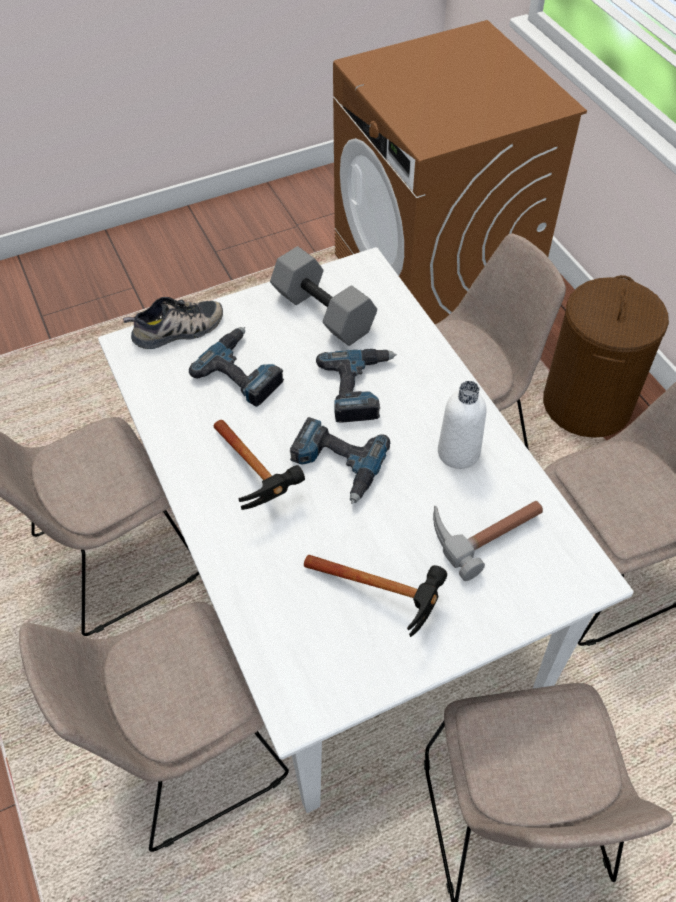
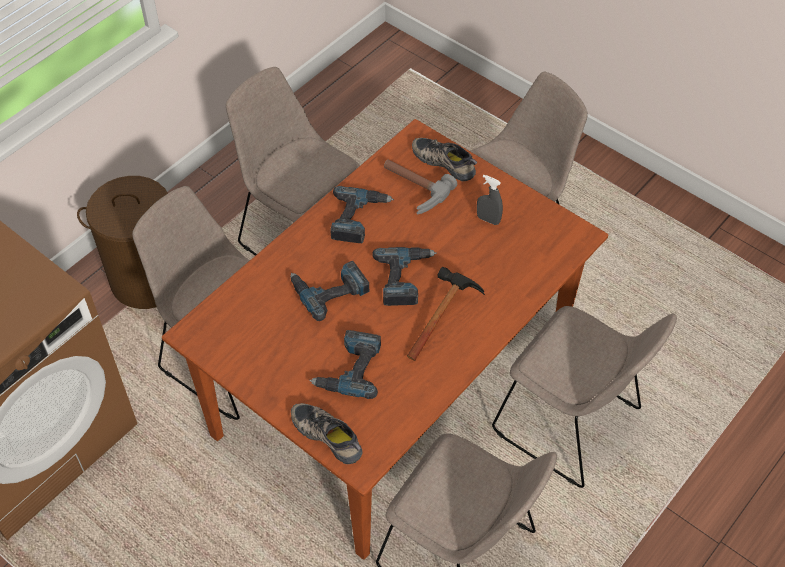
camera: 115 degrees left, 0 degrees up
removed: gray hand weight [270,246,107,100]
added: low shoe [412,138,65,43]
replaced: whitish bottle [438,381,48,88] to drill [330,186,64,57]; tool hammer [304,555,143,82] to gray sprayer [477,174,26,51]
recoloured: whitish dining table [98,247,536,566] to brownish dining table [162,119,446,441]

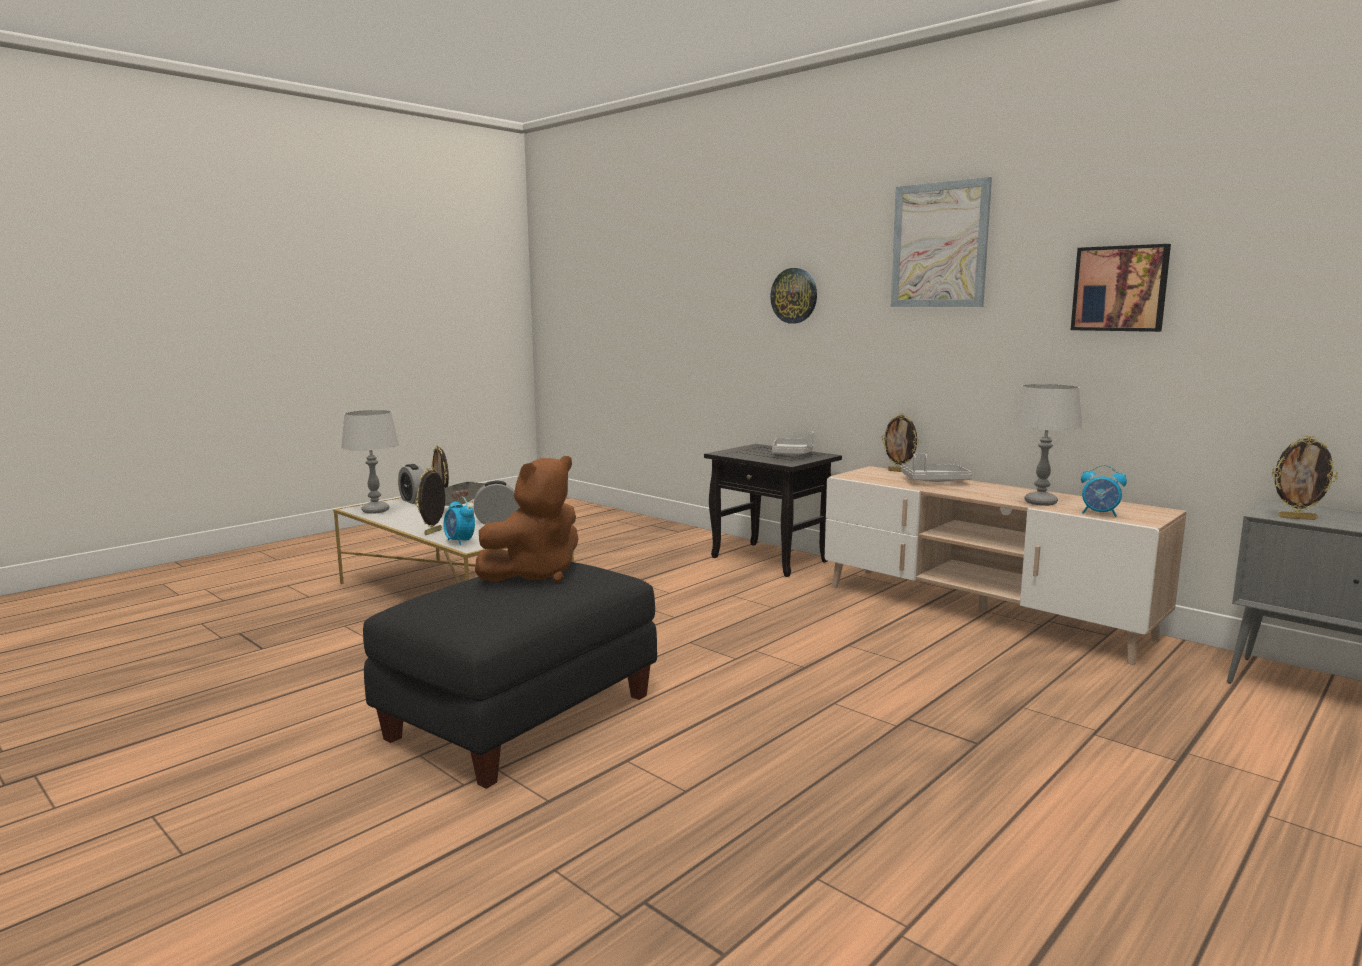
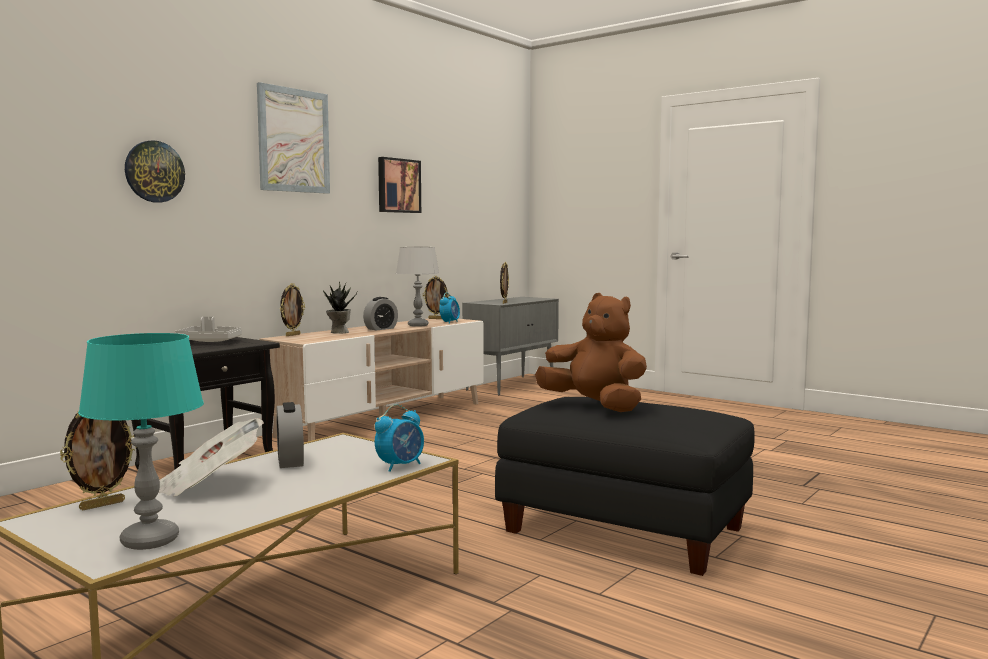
camera: 95 degrees left, 5 degrees down
moved: bedside clock [398,464,27,40] to [363,297,35,33]; standing frame [415,468,30,67] to [423,276,26,43]
replaced: gray serving tray [901,454,71,28] to houseplant [323,282,34,52]
recoloured: gray tabletop lamp [341,410,58,104] to turquoise-coloured tabletop lamp [78,333,126,217]

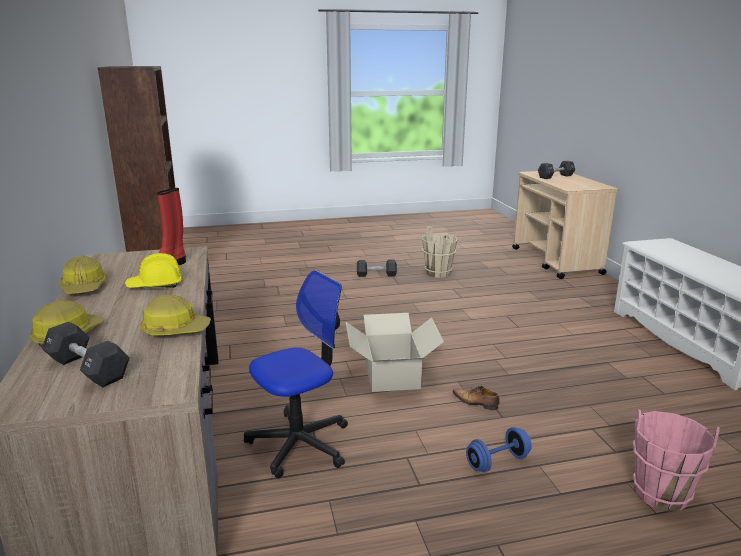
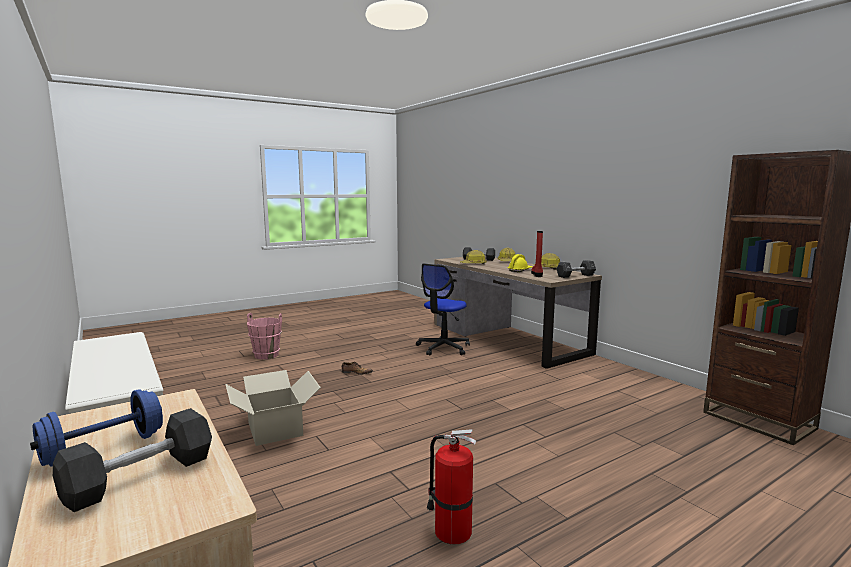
camera: 160 degrees right, 10 degrees down
moved: bluish hand weight [466,427,66,45] to [30,389,133,77]; packing box [346,313,98,79] to [225,370,96,76]; black hand weight [357,260,40,17] to [556,260,40,18]
replaced: sand-coloured bucket [422,226,36,52] to extinguisher [427,429,49,115]

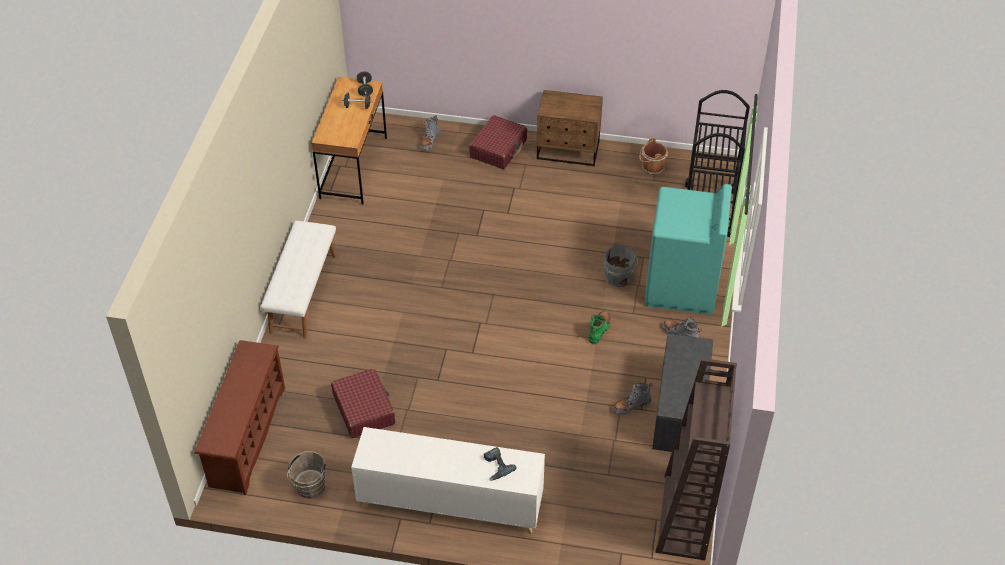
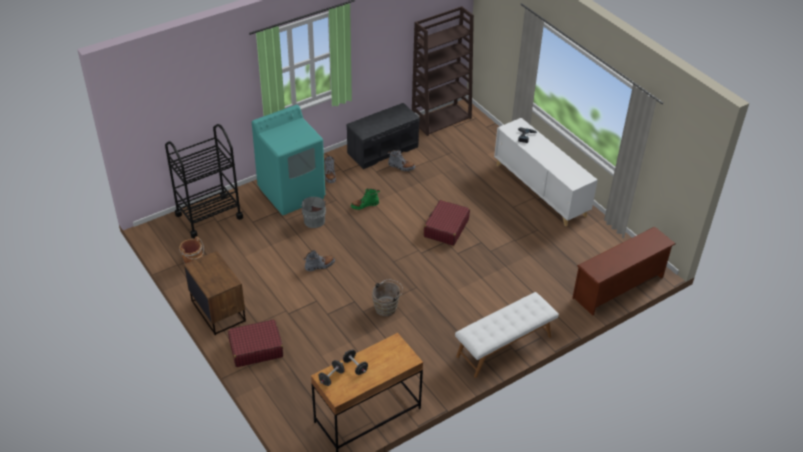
camera: 135 degrees left, 5 degrees down
moved: gray high-top boot [420,115,20,35] to [303,250,32,22]; brownish bucket [285,451,42,48] to [372,280,31,36]; red travel case [331,368,64,70] to [424,200,46,46]

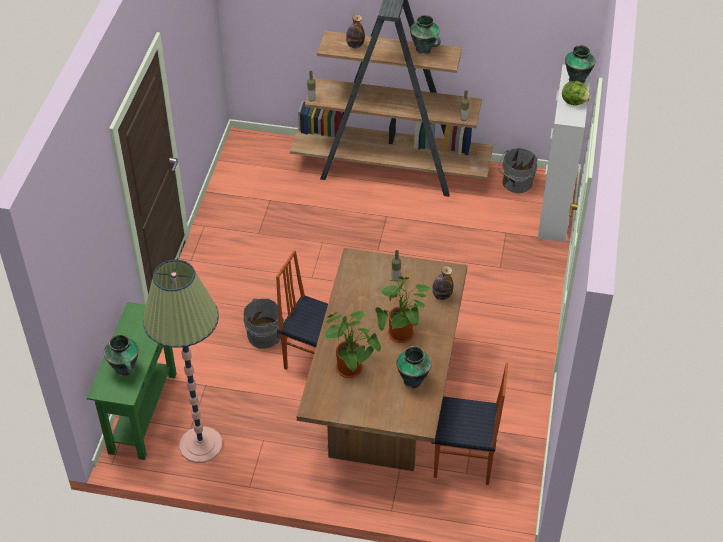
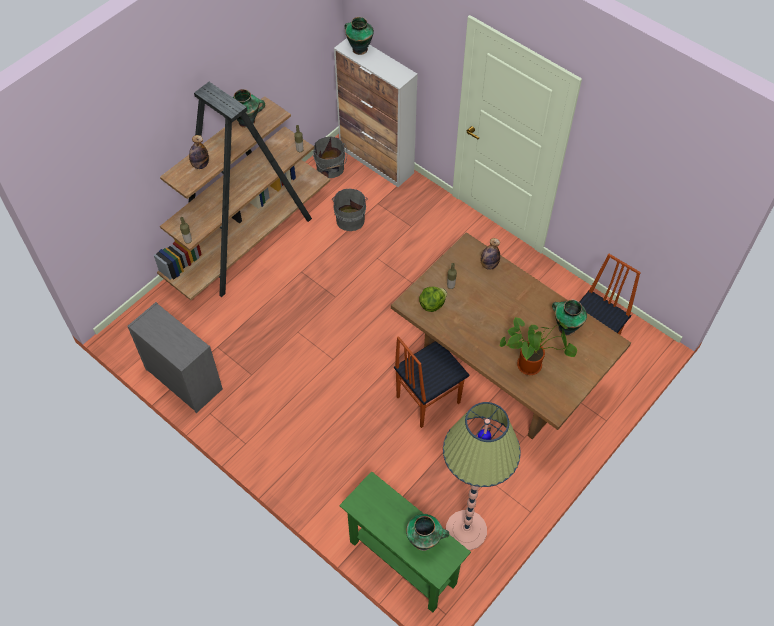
camera: 60 degrees left, 10 degrees up
removed: houseplant [375,277,56,66]
added: gray dresser [127,302,96,111]
moved: gray bucket [243,298,41,51] to [332,189,36,42]; lettuce [562,81,29,24] to [419,286,28,26]

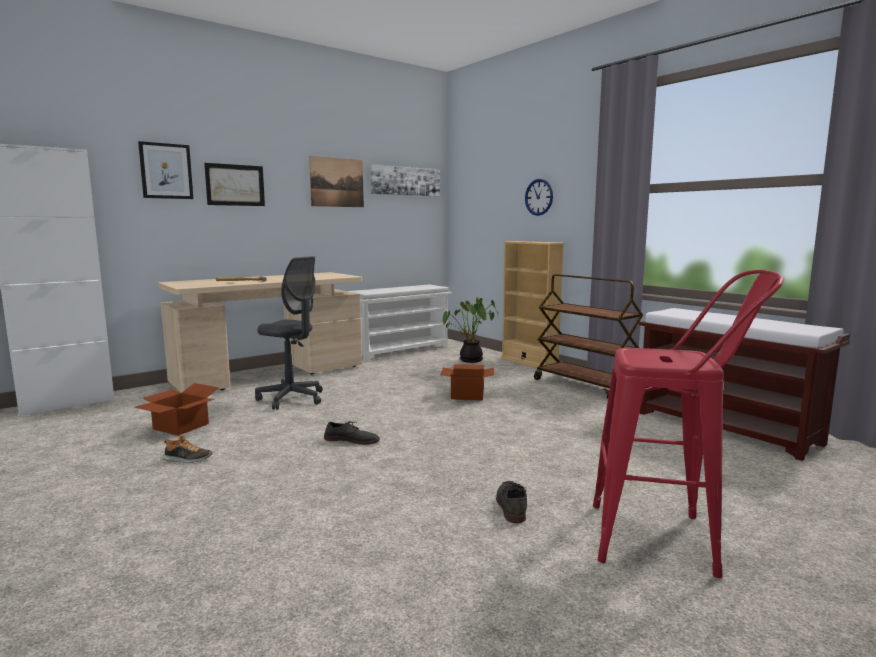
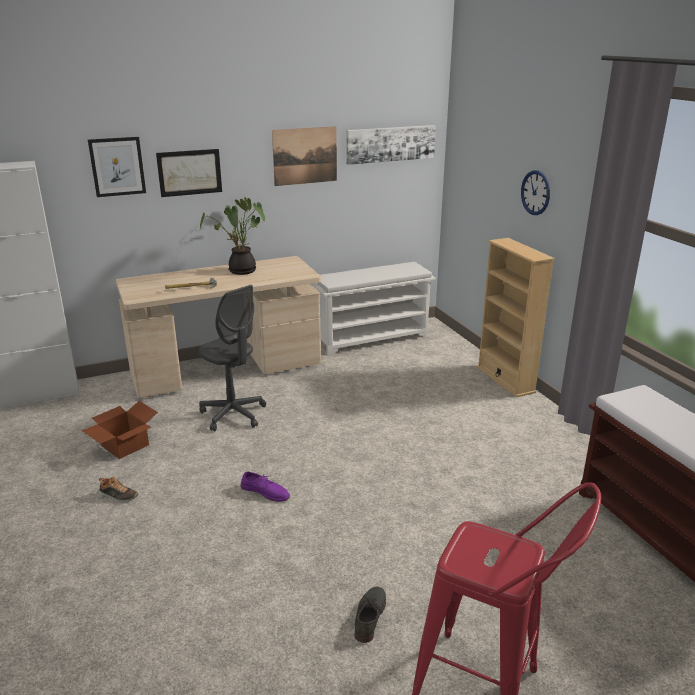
camera: 15 degrees right, 15 degrees up
removed: packing box [440,364,54,36]; brownish trolley [534,274,109,125]
moved: houseplant [443,297,55,66] to [200,197,65,78]
recoloured: gray low shoe [324,421,56,24] to purple-coloured low shoe [241,471,49,31]

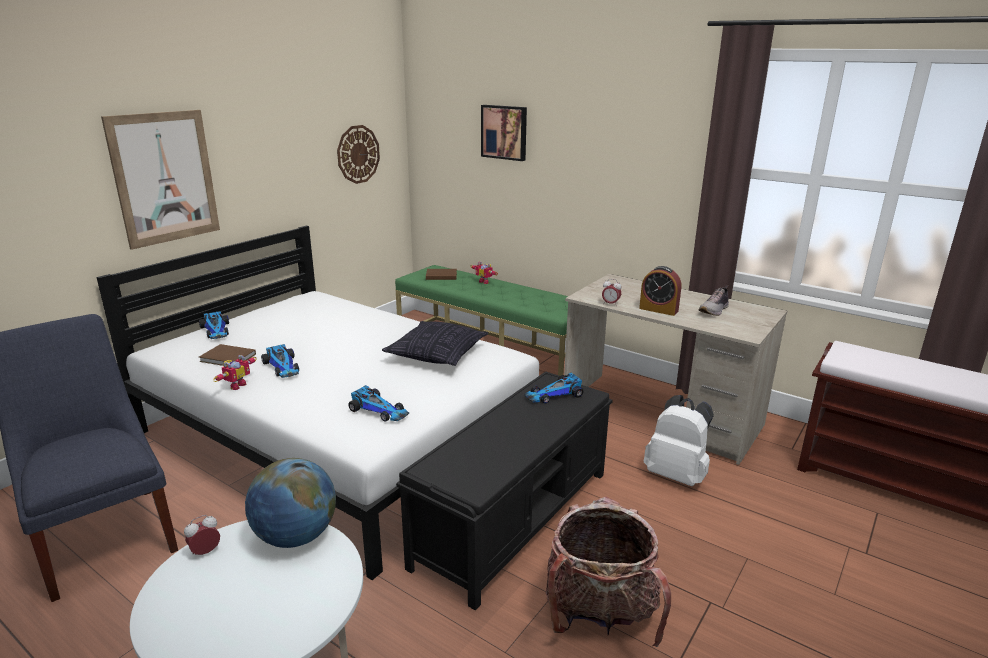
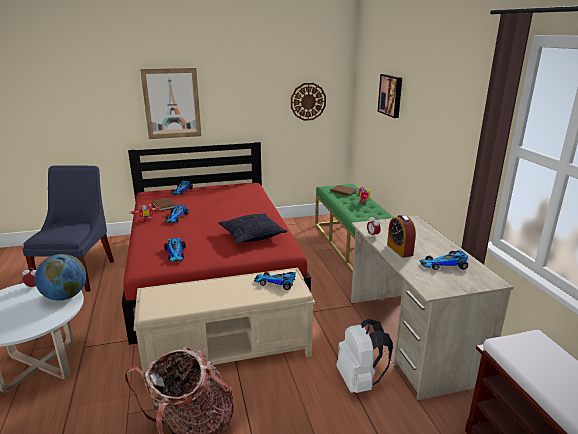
camera: 40 degrees right, 0 degrees up
replaced: low shoe [699,285,30,31] to miniature car [420,250,48,20]
recoloured: whitish sleeping bed [97,225,442,355] to red sleeping bed [122,142,189,203]; black long seat [396,371,217,239] to sand-coloured long seat [133,268,182,104]

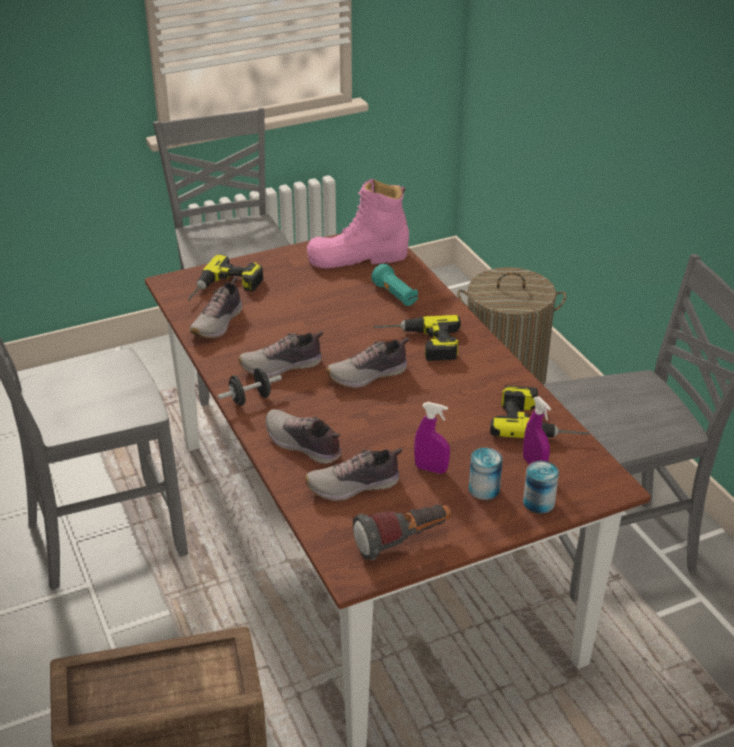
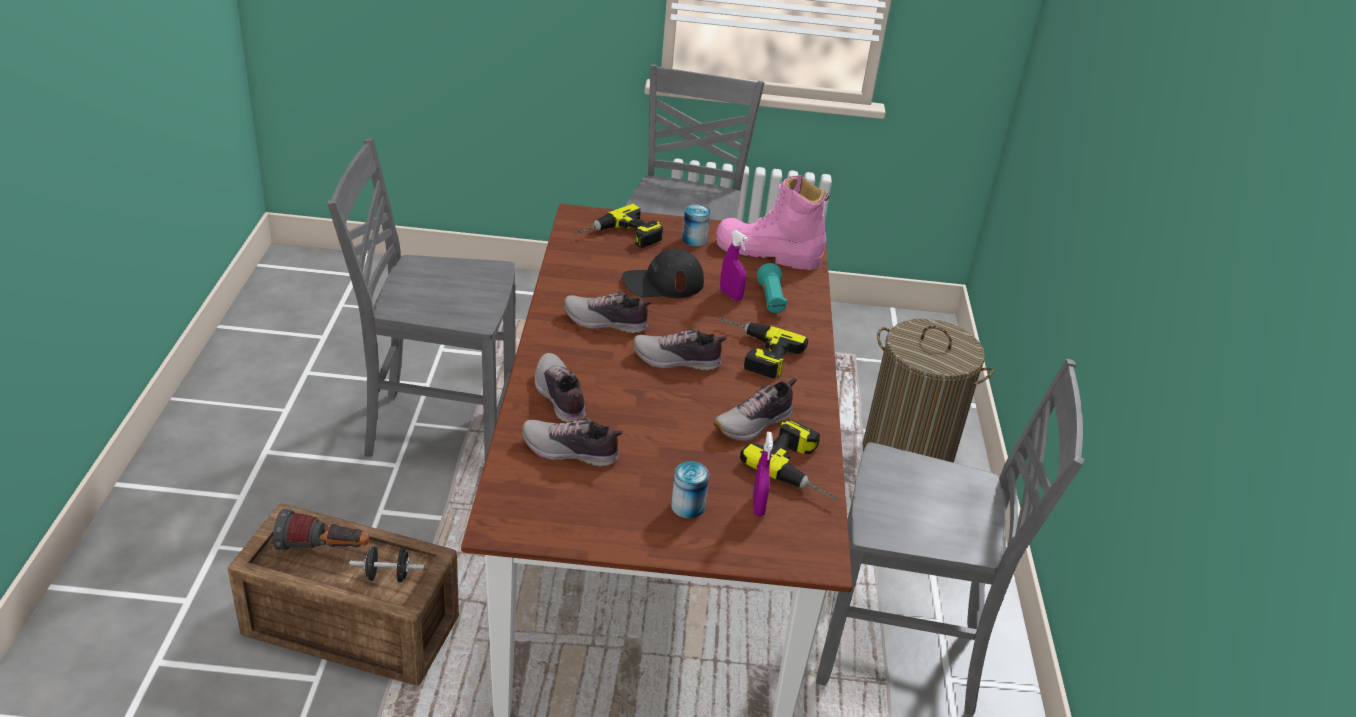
camera: 25 degrees right, 0 degrees up
added: black peaked cap [622,249,82,49]
moved: hand torch [353,505,99,56] to [273,508,96,44]; black hand weight [218,368,64,38] to [349,547,75,35]; sealed can [523,461,36,53] to [682,204,28,43]; low shoe [190,277,52,61] to [713,378,84,63]; purple-coloured sprayer [414,402,36,72] to [720,230,29,71]

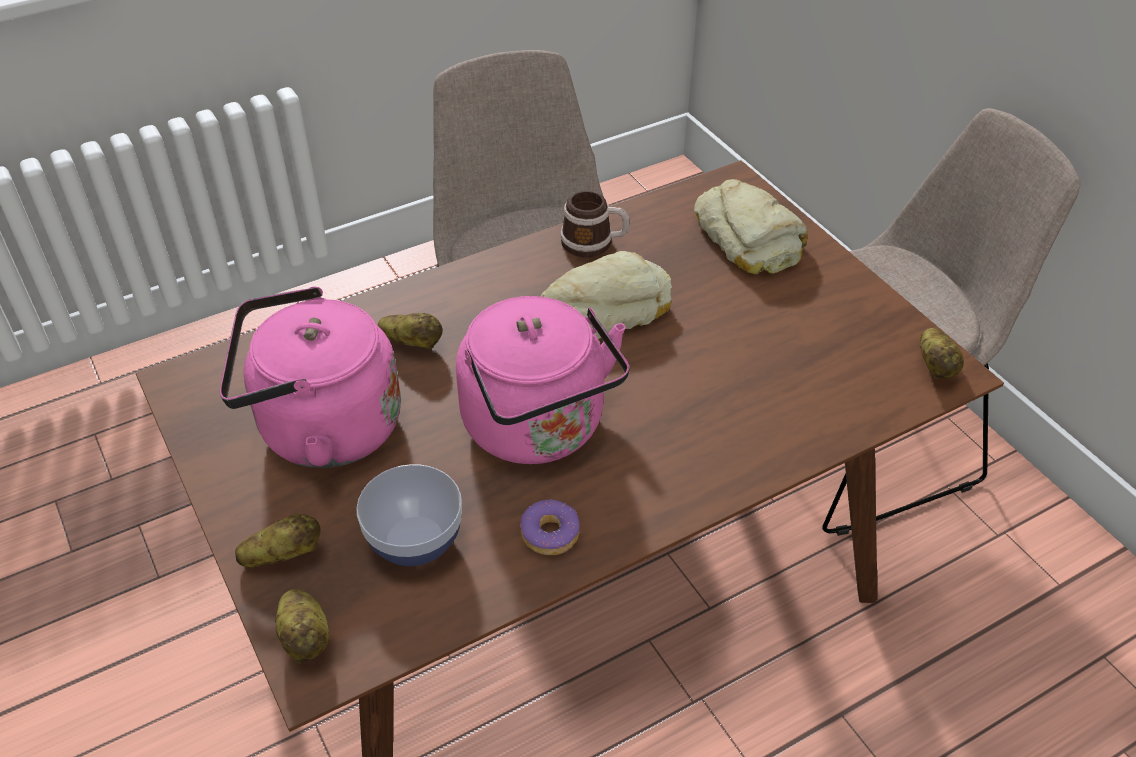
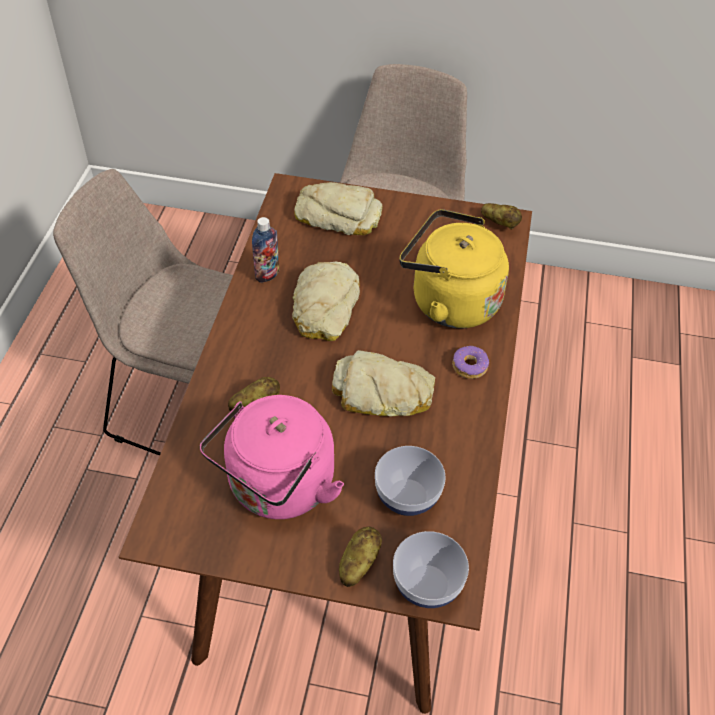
camera: 50 degrees left, 5 degrees up
added: yellowish water kettle [399,209,110,120]
moved: ring doughnut [520,500,60,55] to [452,346,37,33]
replaced: tea mug [560,191,70,66] to bottle [252,217,27,66]; pink water kettle [456,296,173,168] to bakery bread [332,350,103,67]; potato [275,589,54,75] to bowl [393,531,76,77]

